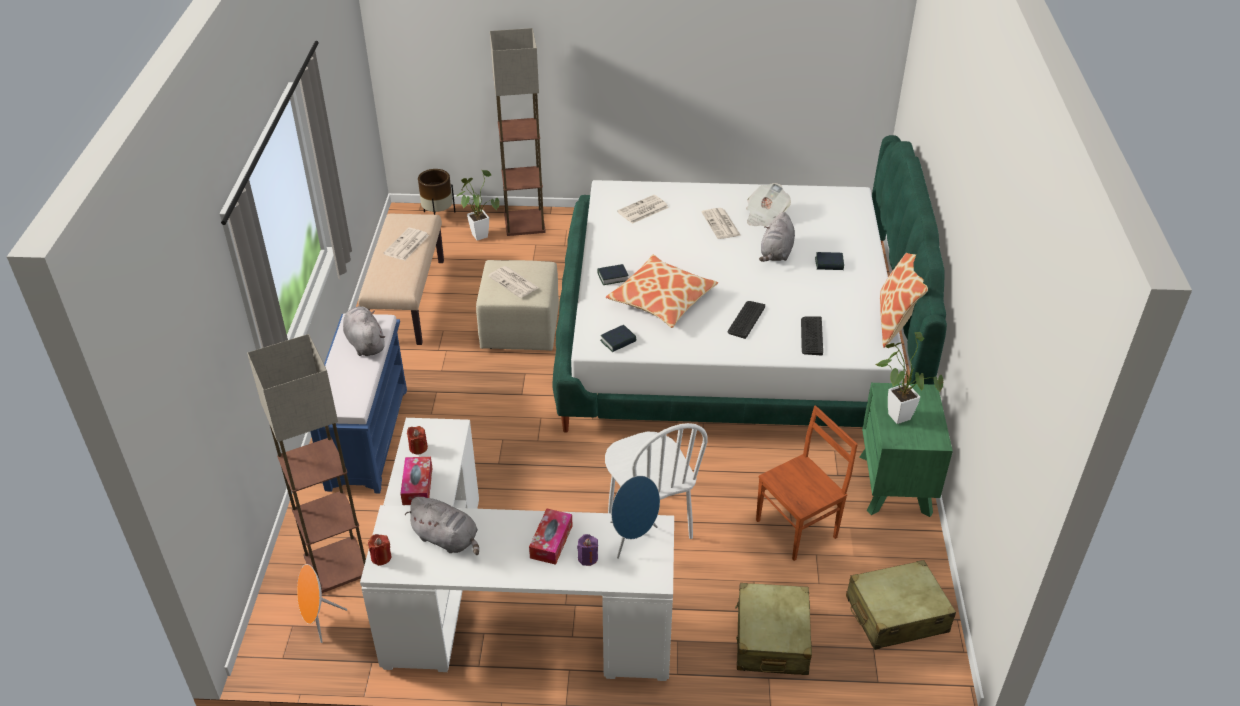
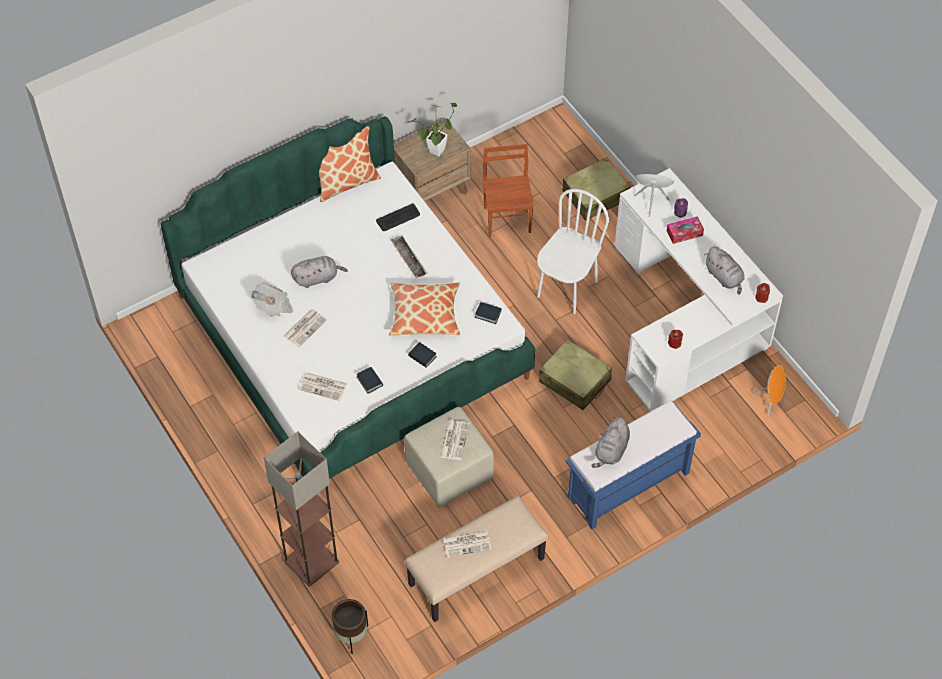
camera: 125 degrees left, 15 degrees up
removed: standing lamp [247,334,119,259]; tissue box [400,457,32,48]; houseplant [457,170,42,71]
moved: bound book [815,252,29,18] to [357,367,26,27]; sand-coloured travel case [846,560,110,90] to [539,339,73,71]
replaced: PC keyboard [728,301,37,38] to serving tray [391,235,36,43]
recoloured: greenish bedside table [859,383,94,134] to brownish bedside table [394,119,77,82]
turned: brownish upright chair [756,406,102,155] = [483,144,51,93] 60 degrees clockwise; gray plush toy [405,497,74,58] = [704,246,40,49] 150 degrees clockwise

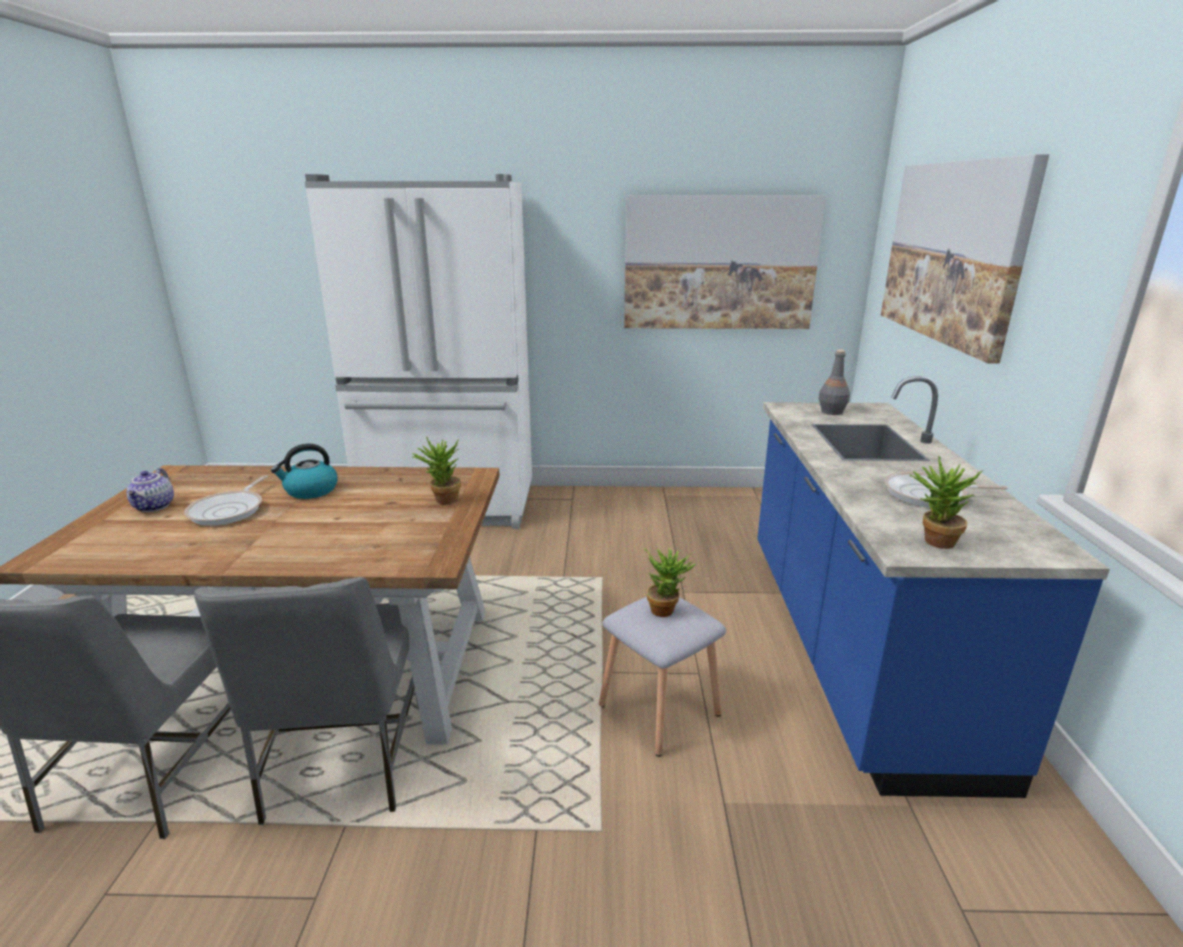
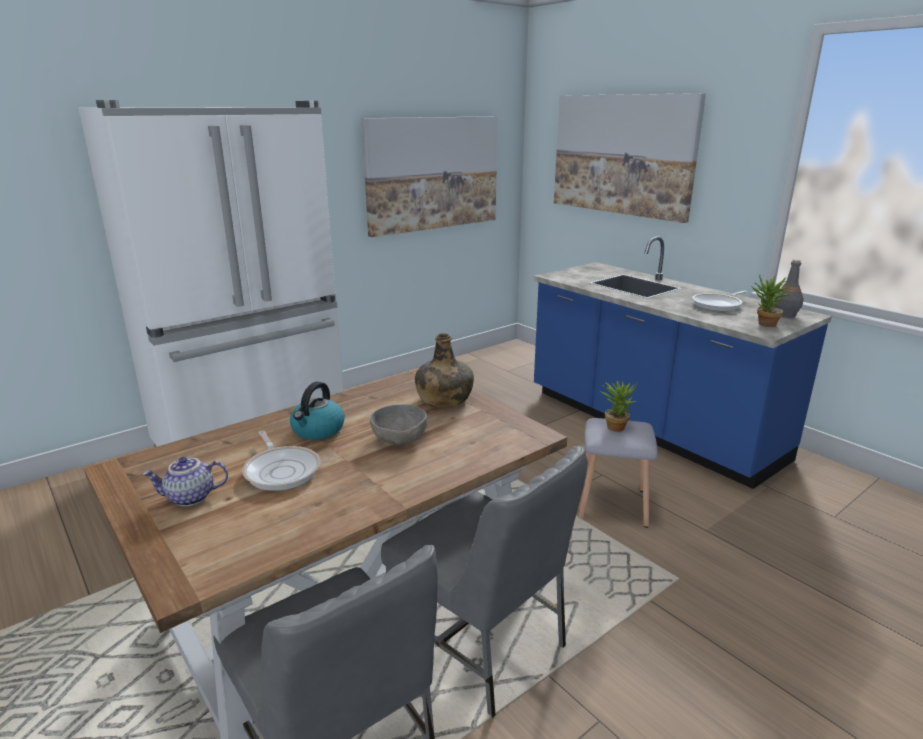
camera: 40 degrees left, 0 degrees up
added: gray bowl [370,404,57,41]
moved: gray bottle [819,349,31,66] to [774,259,30,59]
replaced: houseplant [412,437,49,67] to greenish bottle [415,333,59,75]
turned: teapot [126,468,48,44] = [142,457,86,49] 120 degrees clockwise

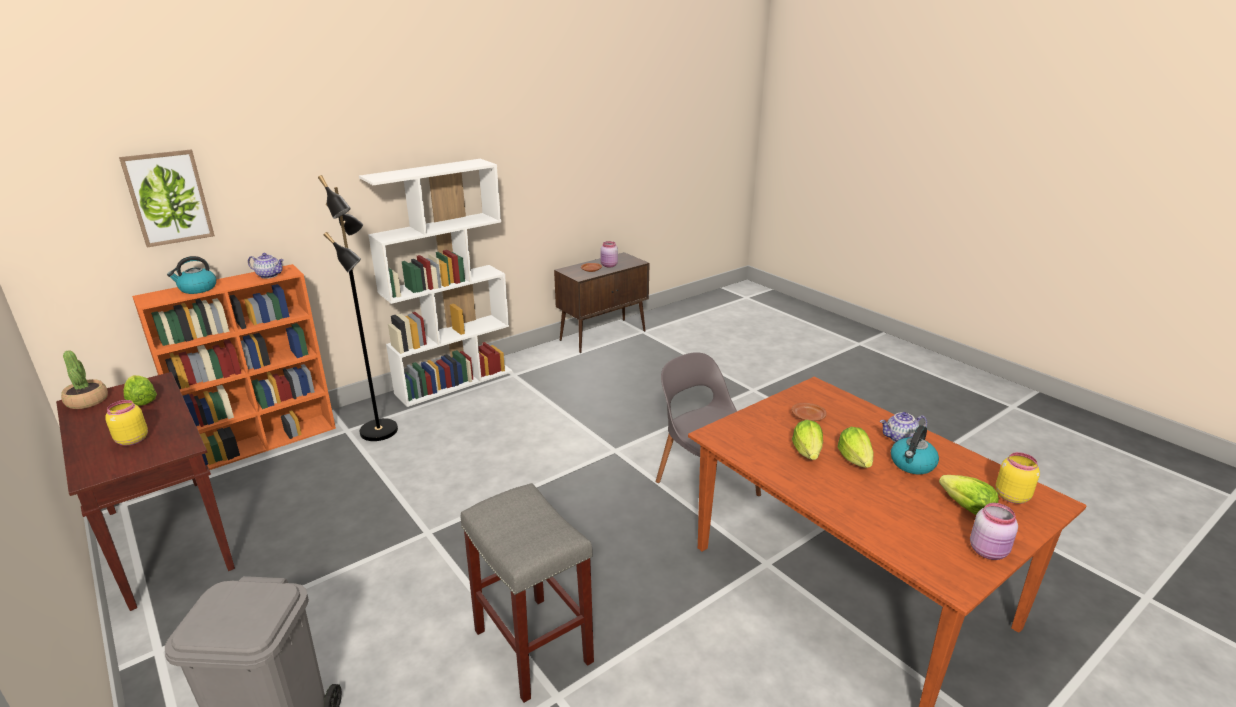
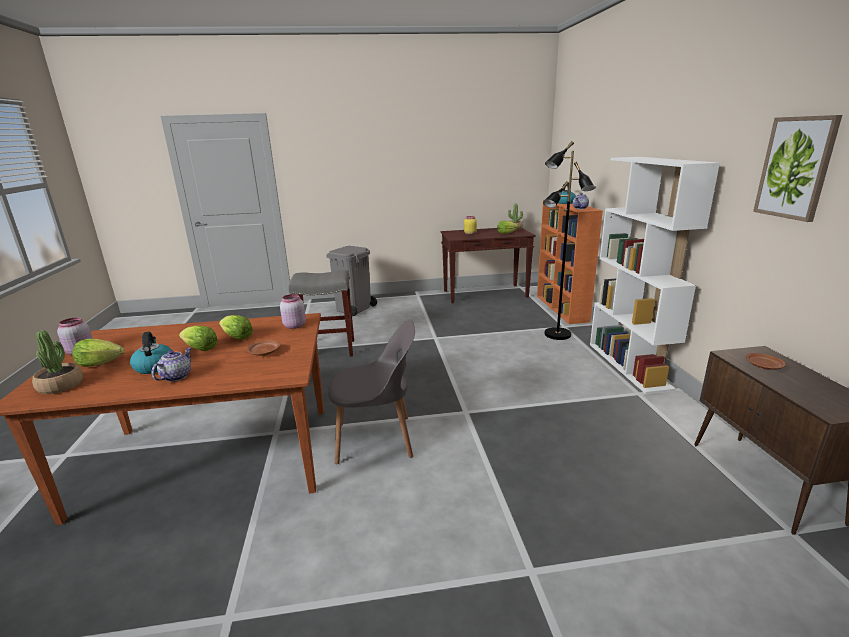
camera: 120 degrees right, 5 degrees down
moved: pink storage jar [600,241,18,27] to [280,294,26,35]; wall art [119,150,96,98] to [753,115,89,107]
replaced: yellowish storage jar [996,452,44,52] to houseplant [32,330,51,64]

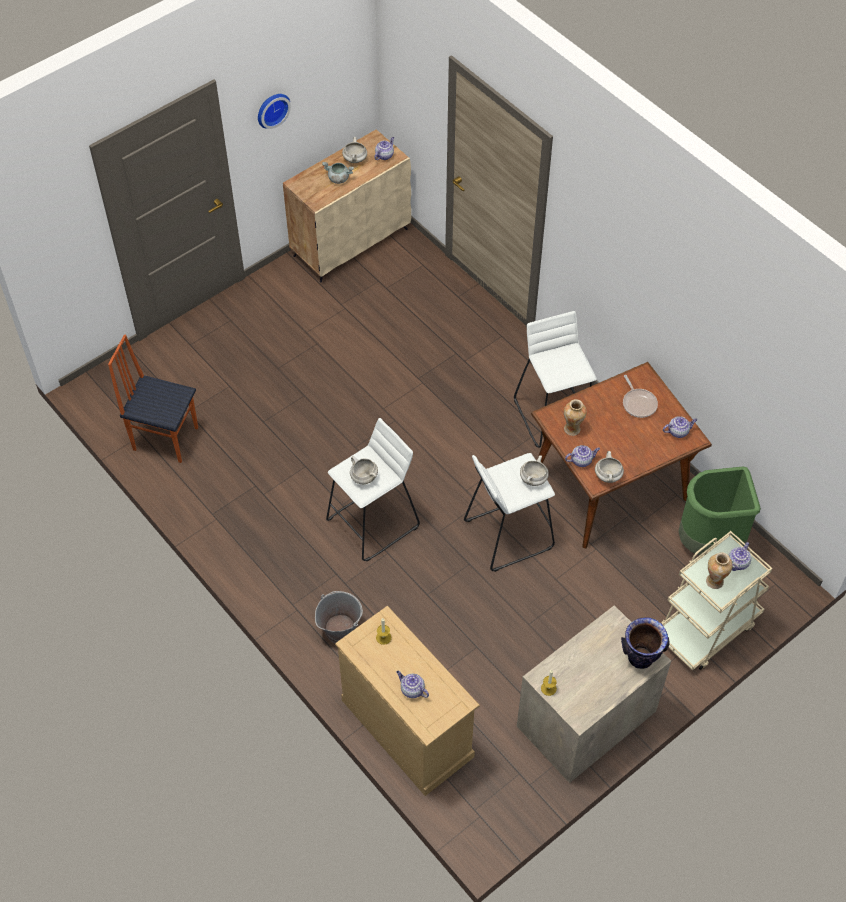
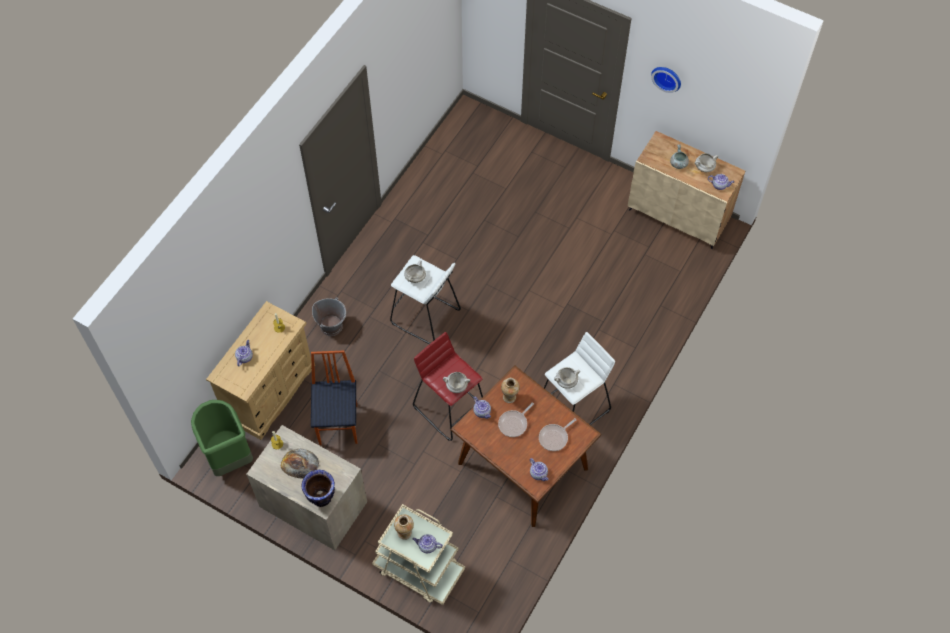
camera: 70 degrees right, 5 degrees up
added: bakery bread [281,449,38,30]; pan [498,403,36,34]
moved: greenish trash can [678,466,83,89] to [191,400,62,76]; upright chair [108,334,90,129] to [311,351,46,94]; whitish saucepot [595,451,29,32] to [554,367,26,22]
recoloured: whitish stool seat [464,453,91,119] to red stool seat [413,332,70,109]

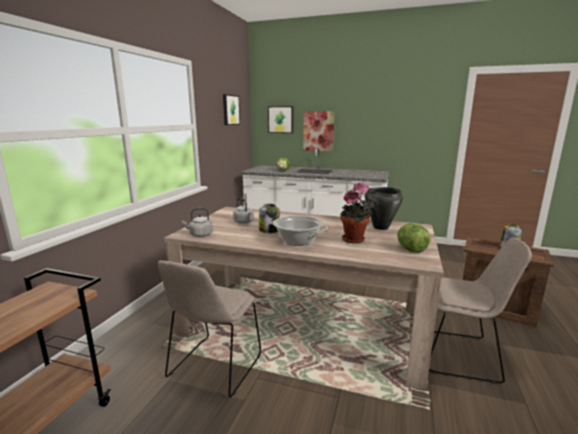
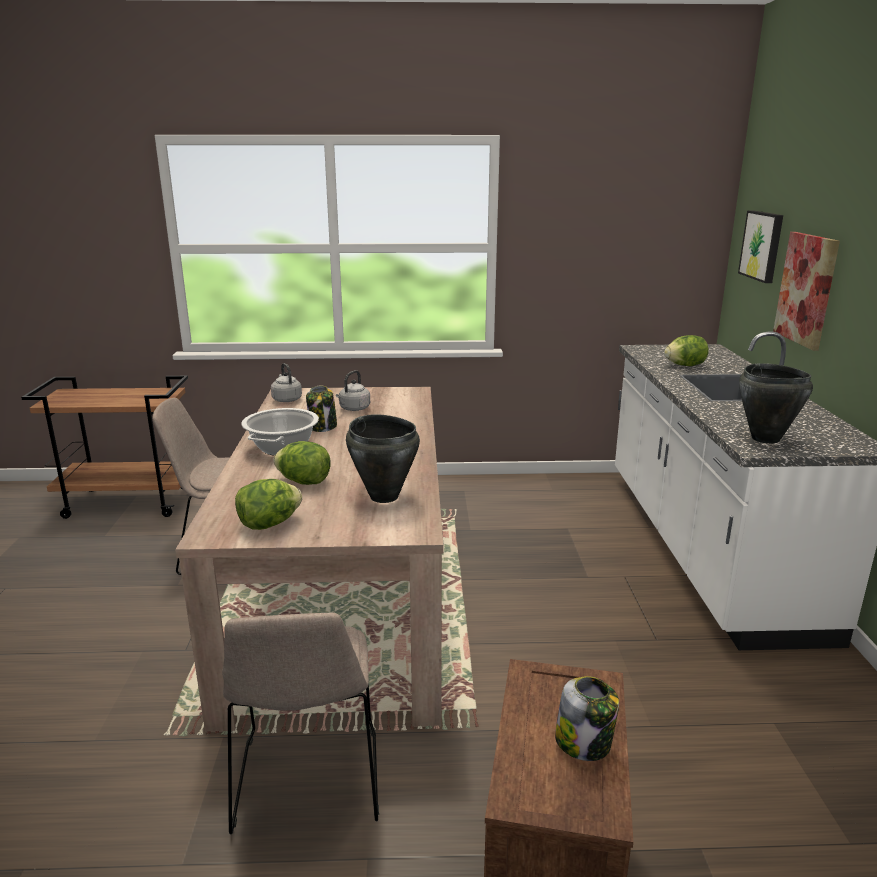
camera: 70 degrees right, 5 degrees up
removed: wall art [223,94,17,31]
added: black saucepot [739,363,74,81]
replaced: houseplant [340,182,35,62] to lettuce [274,441,57,44]

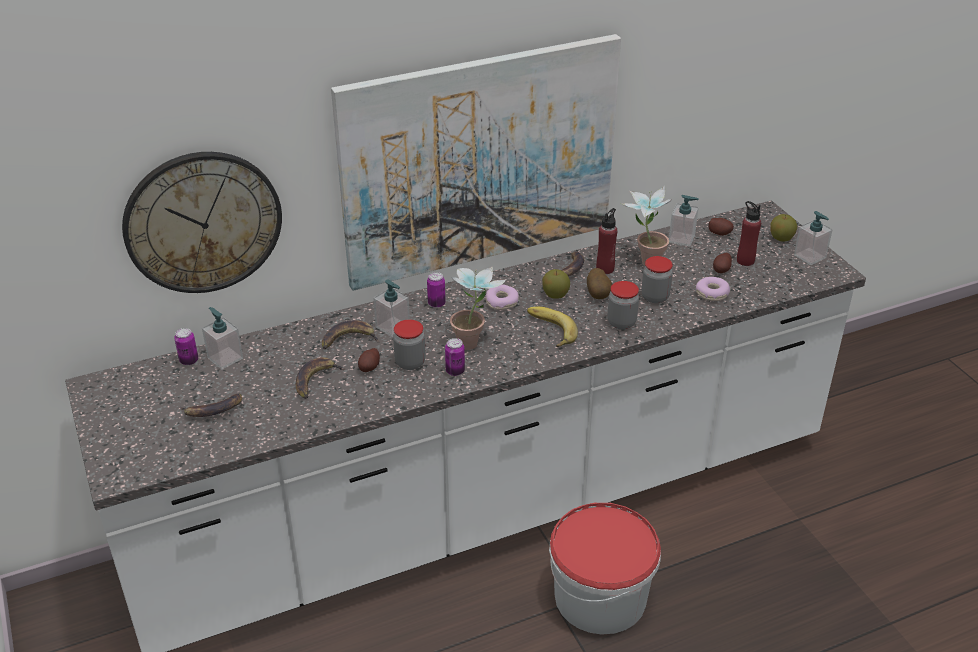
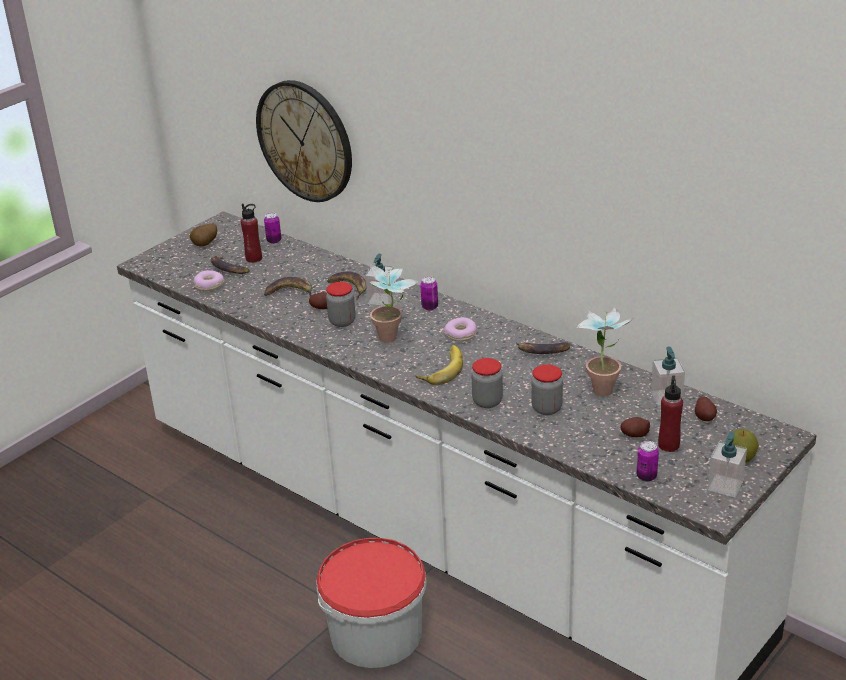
camera: 65 degrees right, 5 degrees down
removed: soap dispenser [202,307,41,63]; wall art [331,34,290,257]; whole apple [542,269,28,30]
moved: potato [587,268,25,31] to [190,223,27,23]; ring doughnut [696,277,34,24] to [194,270,30,21]; red bottle [596,208,22,66] to [241,204,21,59]; sealed can [445,338,20,38] to [636,441,23,41]

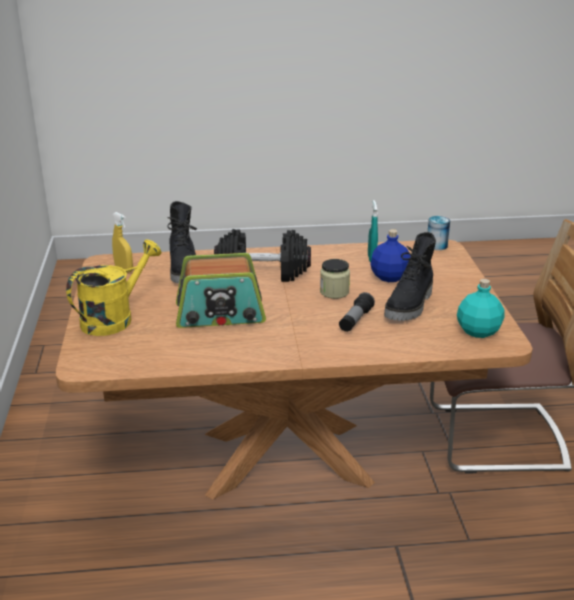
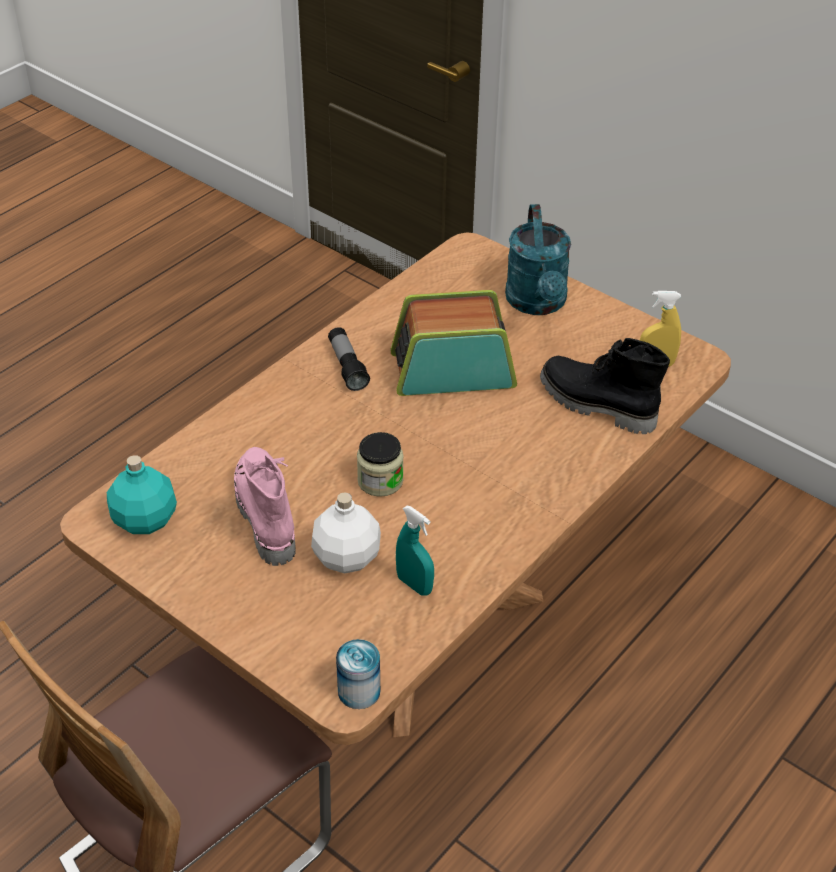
camera: 135 degrees right, 15 degrees up
removed: black hand weight [214,229,97,53]
moved: hand torch [339,292,36,40] to [328,327,42,64]
recoloured: black high-top boot [384,232,52,89] to pink high-top boot [234,447,62,119]; bluish bottle [370,229,41,53] to whitish bottle [311,492,70,82]; yellowish sprinkling can [66,239,96,97] to turquoise-coloured sprinkling can [505,204,66,111]
turned: radio set [176,253,90,75] = [390,290,127,106] 45 degrees clockwise

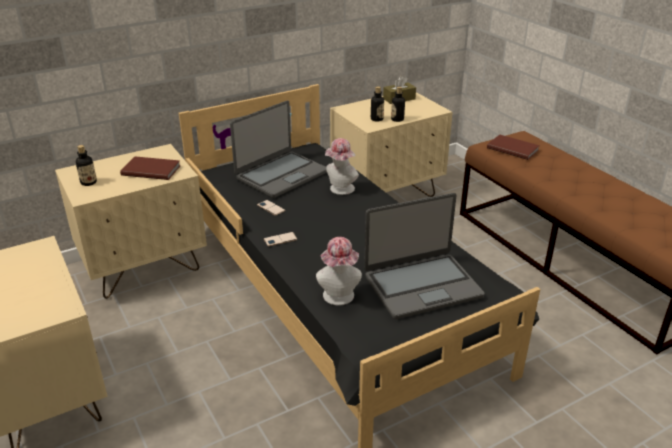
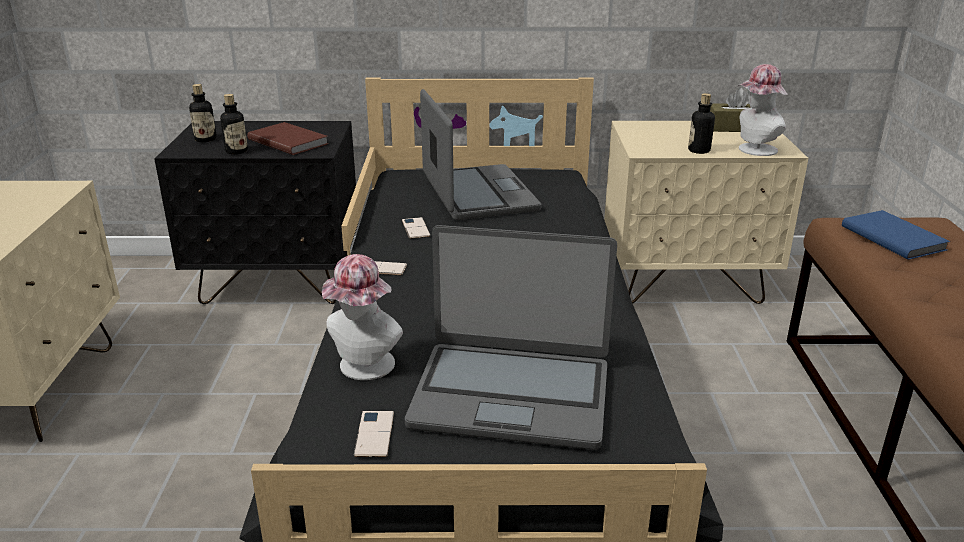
camera: 30 degrees right, 5 degrees down
added: phone [354,411,40,46]
moved: bottle [371,86,13,35] to [220,94,28,60]; hat [325,138,34,57] to [738,64,50,92]
recoloured: sand-coloured bedside table [55,144,152,155] to black bedside table [154,121,205,183]; brownish bound book [487,135,53,25] to bluish bound book [842,210,108,50]
turned: notebook computer [230,101,97,97] = [420,89,121,131] 90 degrees counterclockwise

